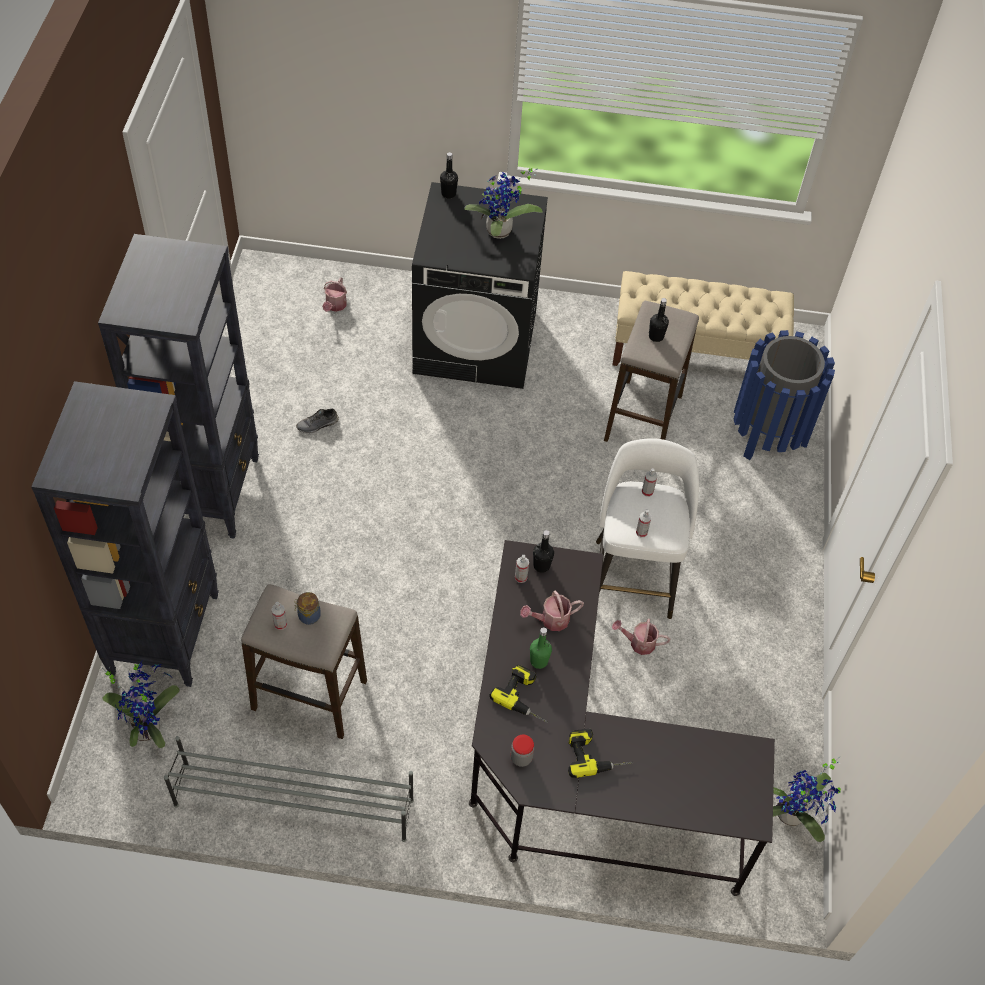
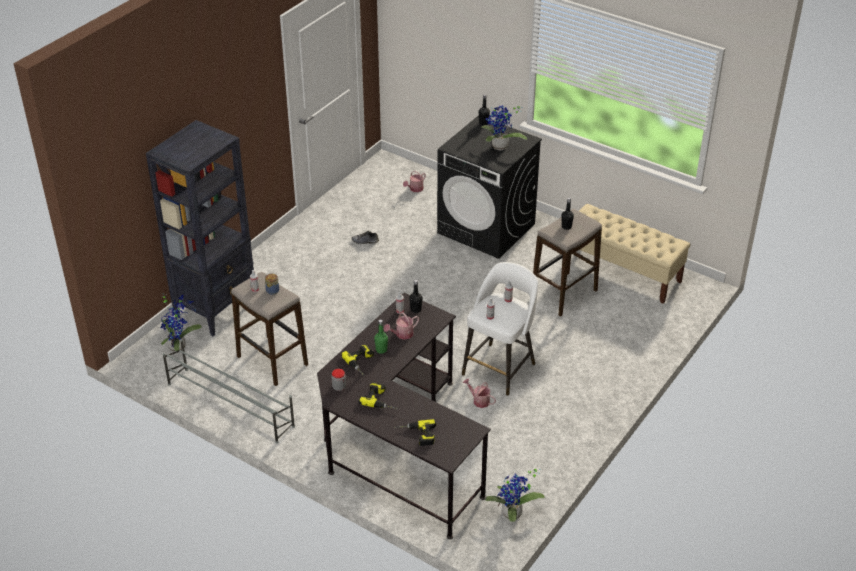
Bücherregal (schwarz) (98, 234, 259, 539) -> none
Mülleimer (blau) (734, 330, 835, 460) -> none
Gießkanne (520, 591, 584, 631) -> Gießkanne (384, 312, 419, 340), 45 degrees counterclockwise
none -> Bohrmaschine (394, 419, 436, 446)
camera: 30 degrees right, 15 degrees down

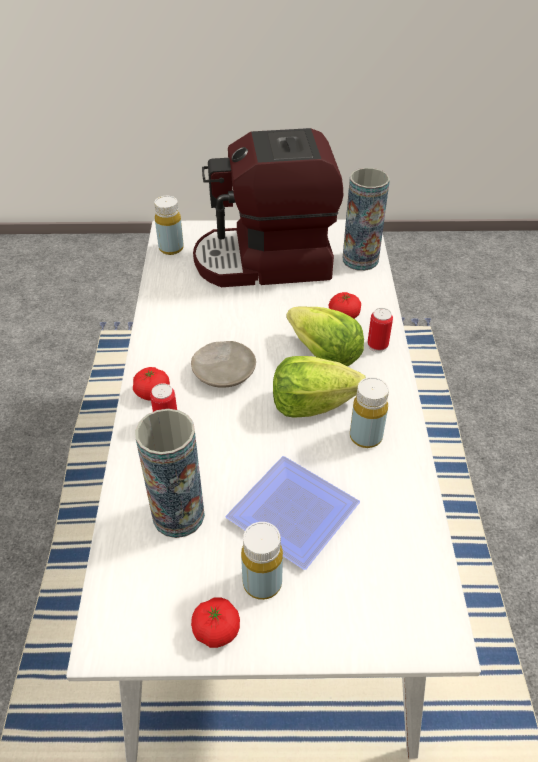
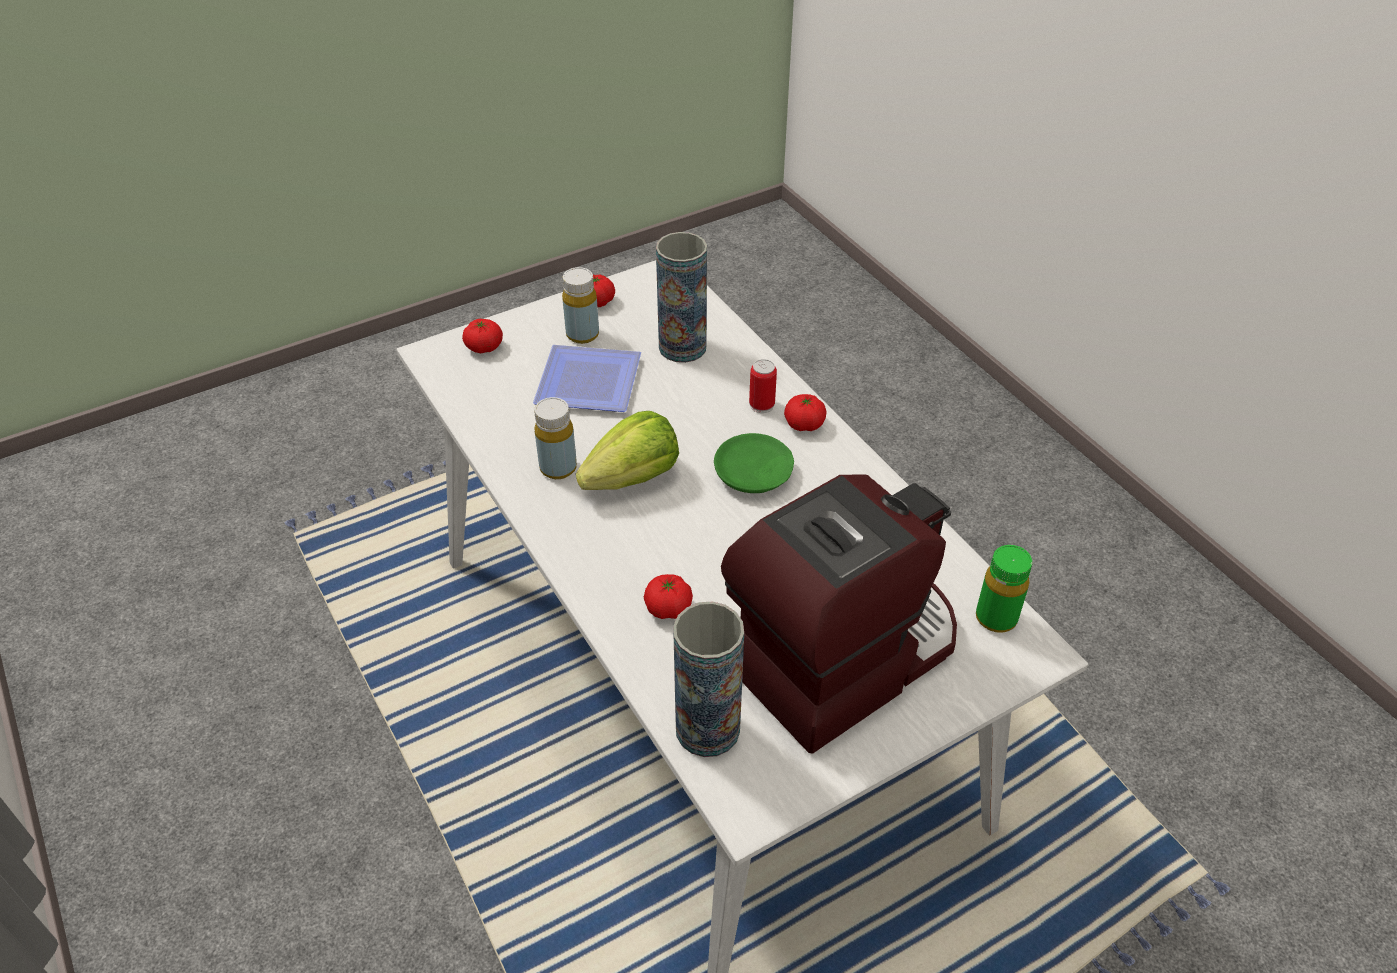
Flasche (gelb) (154, 196, 184, 255) -> Flasche (grün) (976, 545, 1032, 632)
Salatkopf (286, 307, 364, 366) -> none
Dose (367, 308, 393, 352) -> none
Teller (beige) (191, 341, 256, 388) -> Teller (grün) (714, 433, 794, 493)
none -> Tomate (462, 319, 503, 353)
camera: 150 degrees right, 0 degrees up

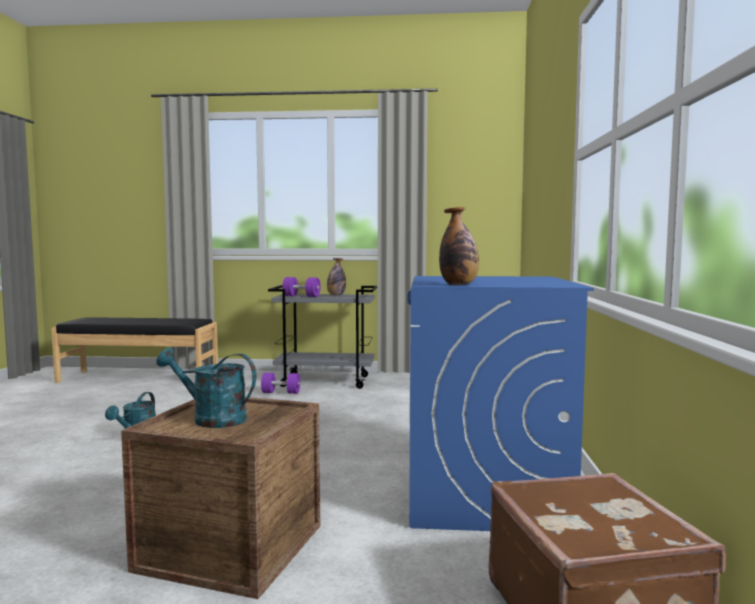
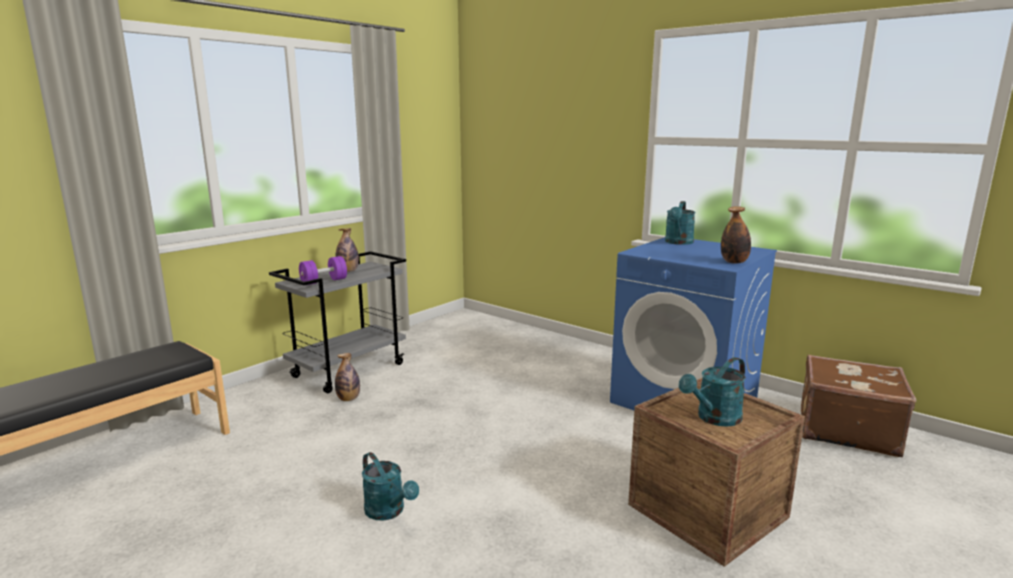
Hantel (lila) (261, 373, 300, 394) -> Flasche (335, 353, 360, 401)
none -> Gießkanne (türkis) (665, 201, 696, 245)
camera: 55 degrees left, 10 degrees up

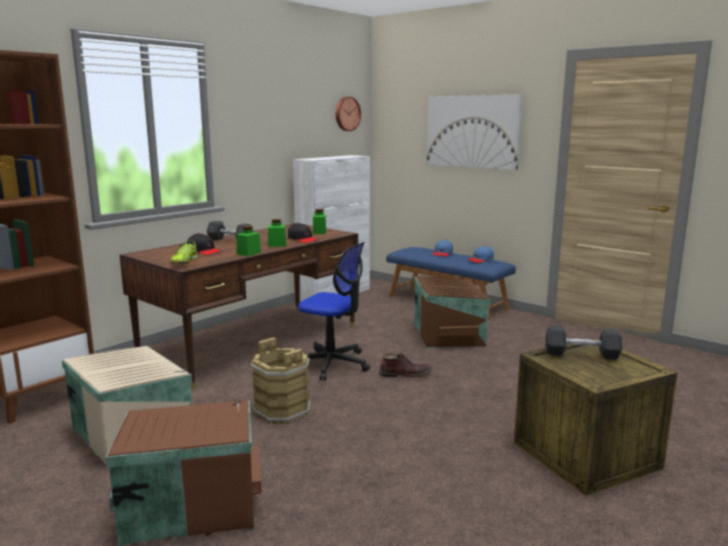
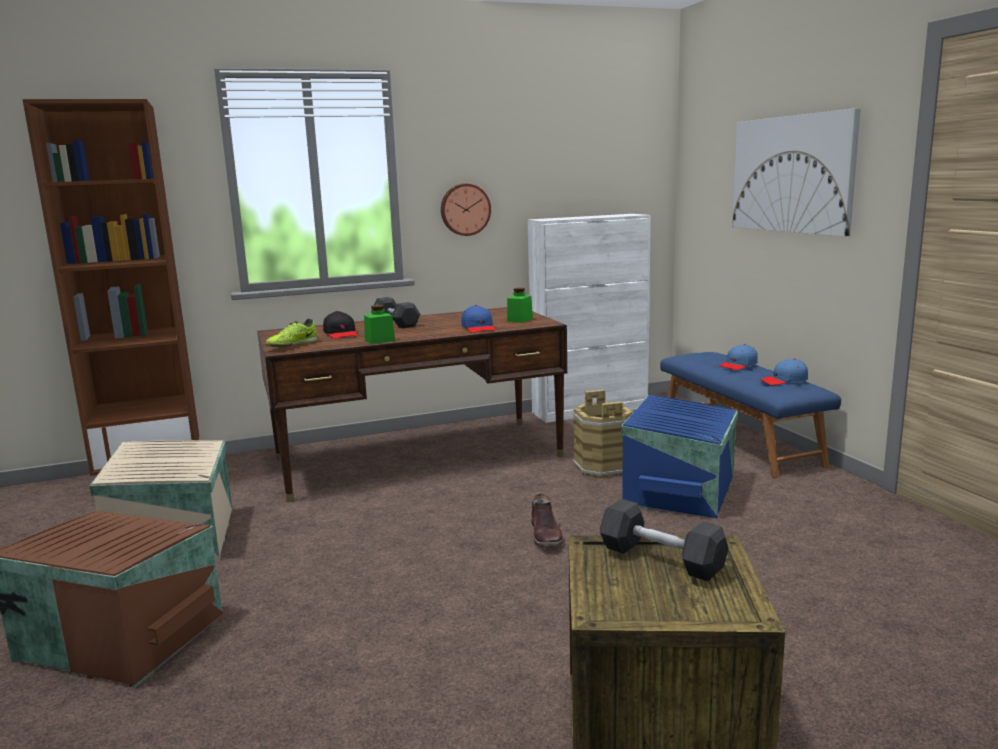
Wanduhr (336, 97, 361, 131) -> Wanduhr (441, 184, 491, 236), shifted
Vorratsglas (grün) (268, 219, 286, 247) -> none
Kappe (schwarz) (288, 223, 319, 243) -> Kappe (blau) (461, 305, 495, 333)
Bürostuhl (298, 242, 370, 381) -> none
Aufbewahrungsbox (braun) (414, 276, 490, 348) -> Aufbewahrungsbox (blau) (621, 395, 738, 518)
Eimer (braun) (251, 337, 311, 424) -> Eimer (braun) (573, 390, 633, 479), shifted
Stiefel (braun) (379, 352, 433, 377) -> Stiefel (braun) (531, 494, 563, 547), 60 degrees clockwise
camera: 30 degrees right, 0 degrees up

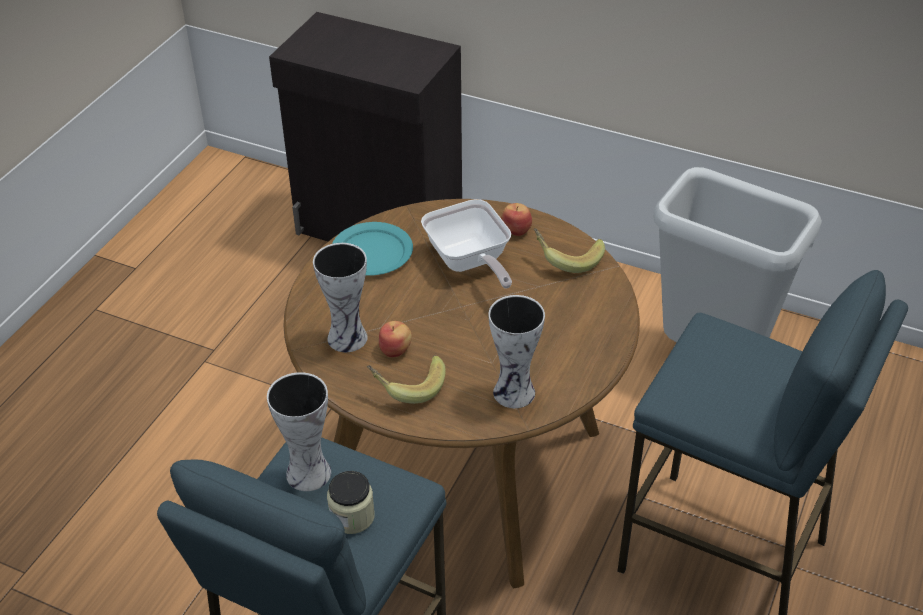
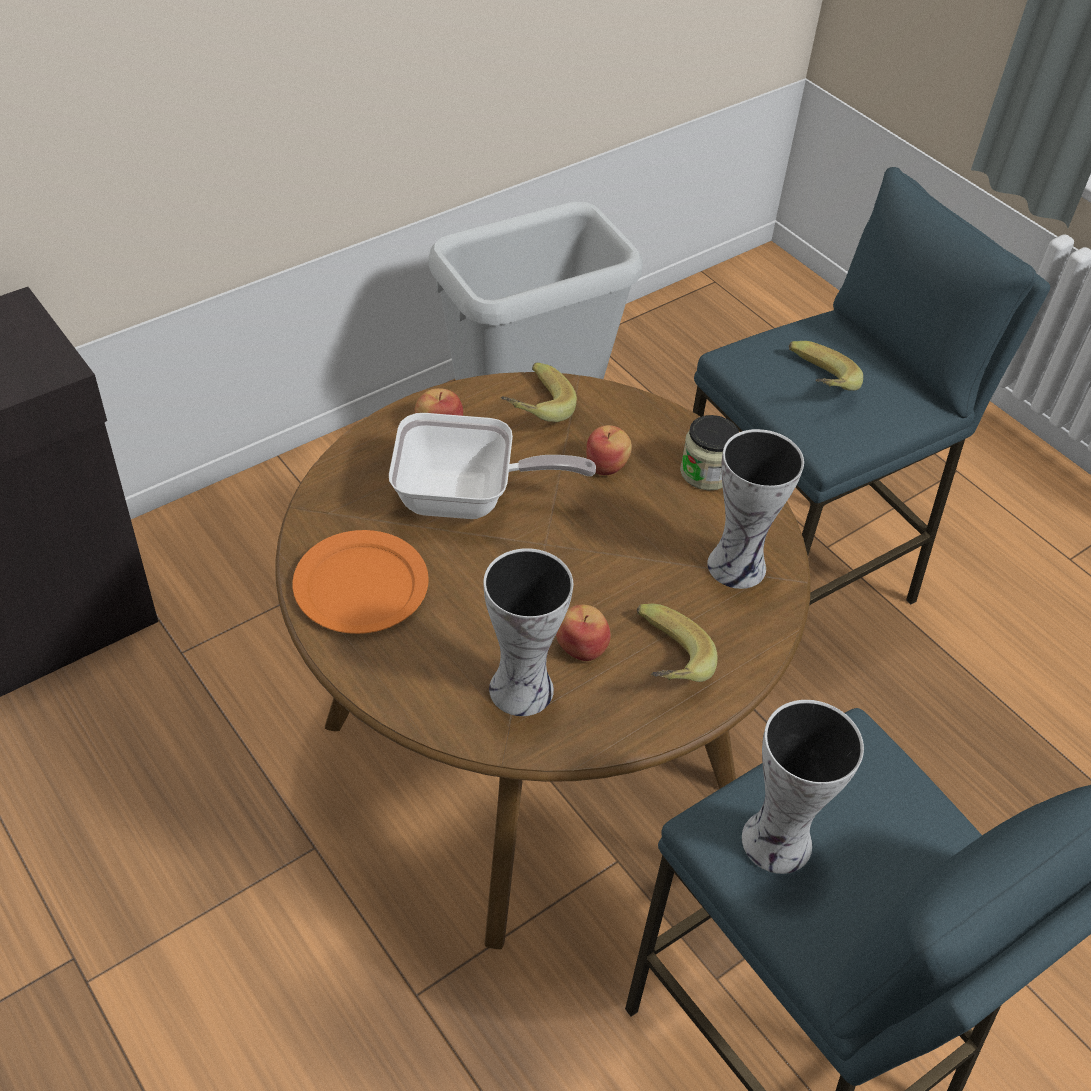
Teller (türkis) (332, 222, 413, 276) -> Teller (orange) (292, 530, 429, 634)
Vorratsglas (327, 471, 375, 534) -> Vorratsglas (680, 415, 739, 491), shifted
none -> Banane (789, 341, 863, 391)
none -> Apfel (586, 425, 632, 475)
camera: 65 degrees left, 5 degrees up

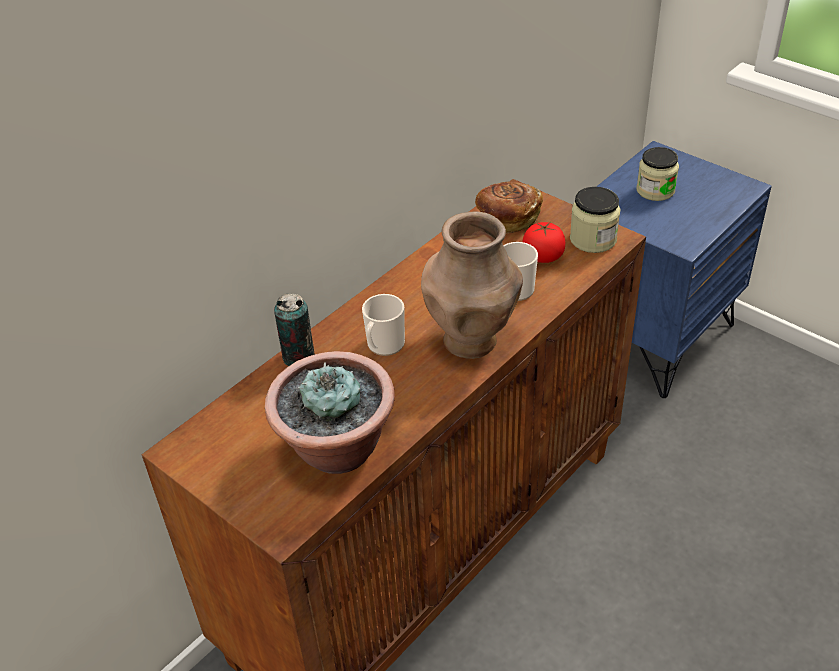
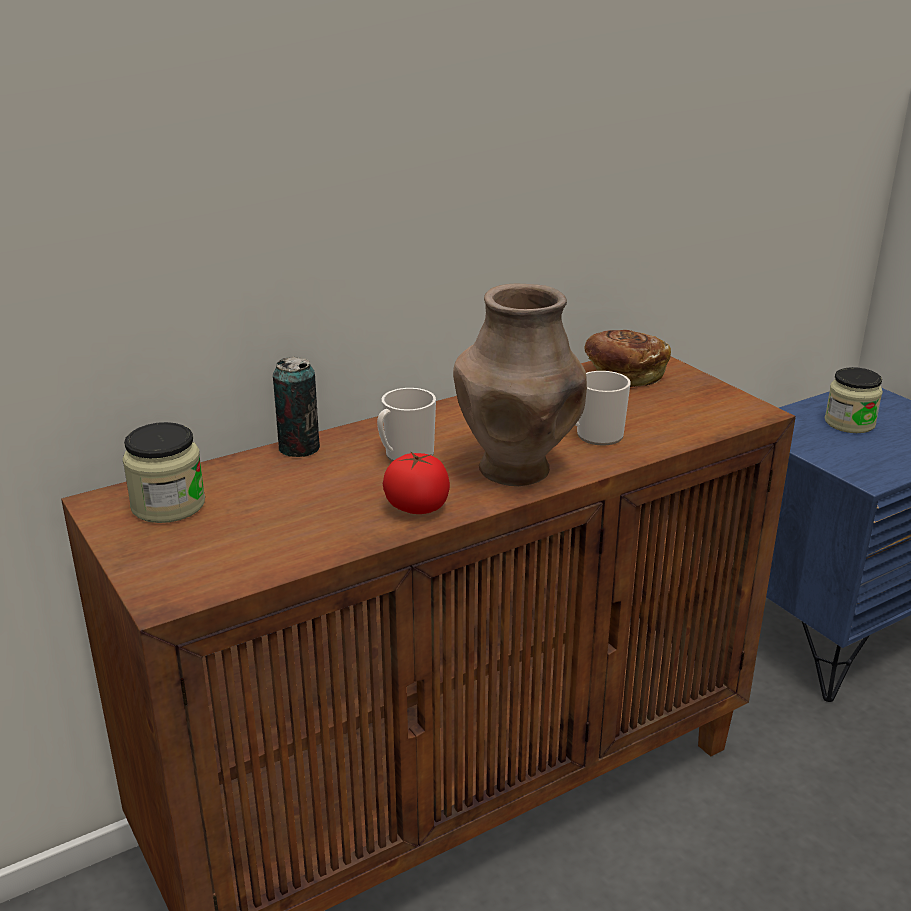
Vorratsglas (570, 187, 620, 253) -> Vorratsglas (122, 422, 205, 523), shifted
Tomate (523, 222, 565, 263) -> Tomate (383, 451, 450, 514), shifted
Topfpflanze (265, 351, 395, 474) -> none
camera: 15 degrees right, 15 degrees down

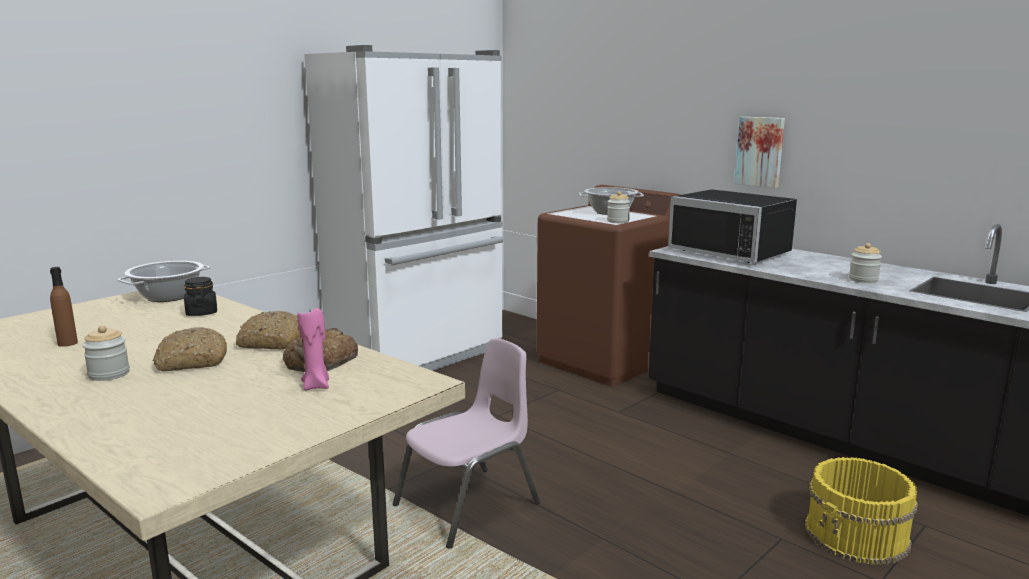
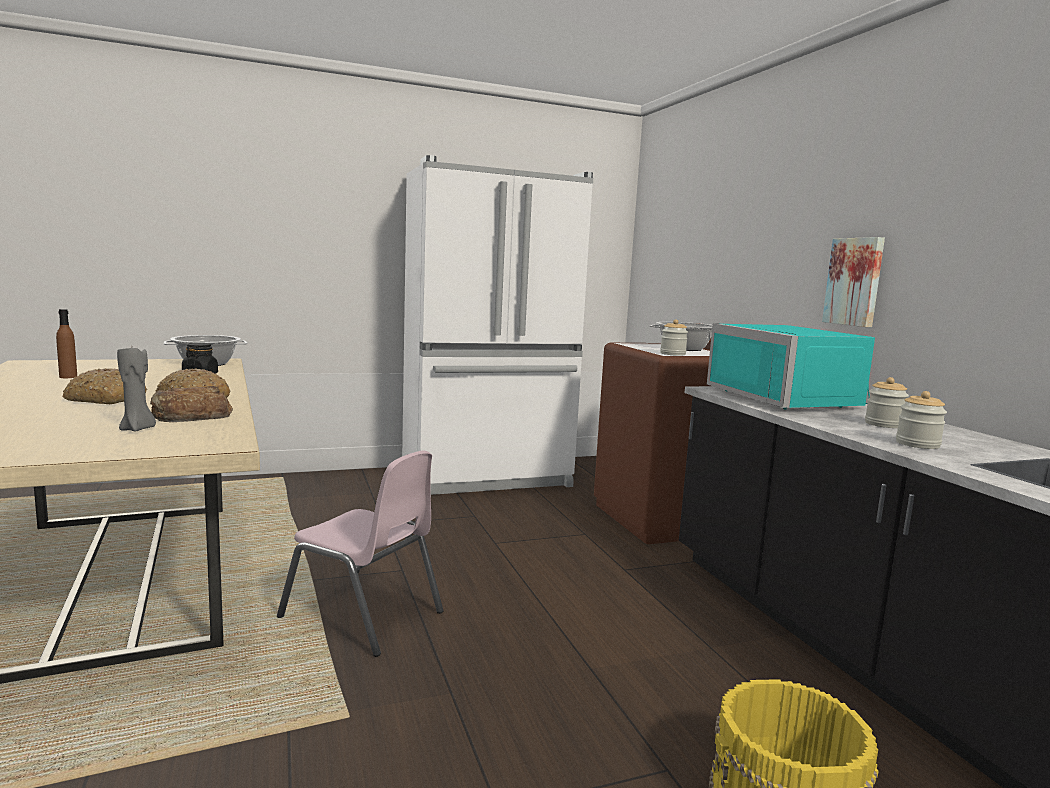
Mikrowelle (schwarz) (668, 189, 797, 263) -> Mikrowelle (türkis) (707, 323, 875, 409)
Kerze (rosa) (297, 308, 329, 390) -> Kerze (grau) (117, 348, 156, 432)
Vorratsglas (82, 325, 130, 381) -> Vorratsglas (865, 377, 909, 428), shifted
Stuhl (rosa) (393, 338, 540, 549) -> Stuhl (rosa) (277, 451, 444, 657), 45 degrees clockwise
camera: 25 degrees right, 5 degrees down

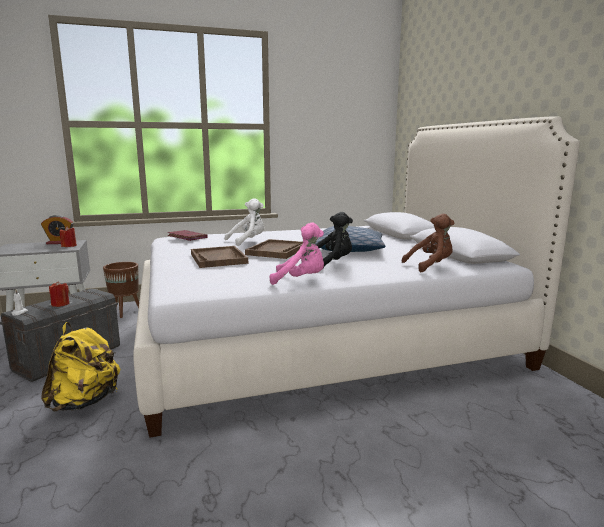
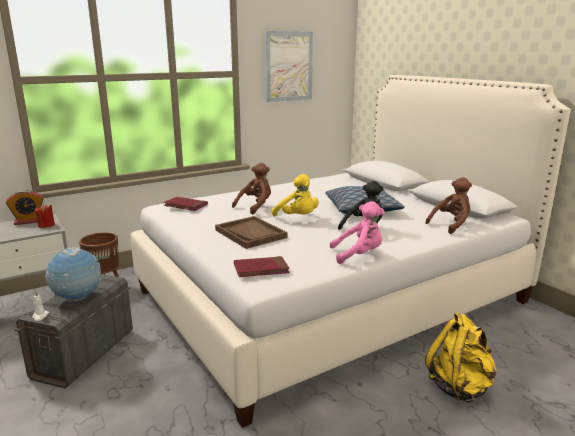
Plüschtier (weiß) (224, 198, 264, 246) -> Plüschtier (braun) (232, 163, 271, 215)
Tablett (braun) (245, 239, 303, 259) -> Plüschtier (gelb) (272, 174, 319, 217)
Kerze (rot) (49, 281, 69, 307) -> Globus (45, 247, 101, 301)
Rucksack (gelb) (41, 322, 120, 412) -> Rucksack (gelb) (425, 312, 497, 403), shifted
none -> Bild (265, 31, 313, 102)
none -> Buch (rot) (234, 256, 290, 277)
camera: 15 degrees left, 5 degrees up

